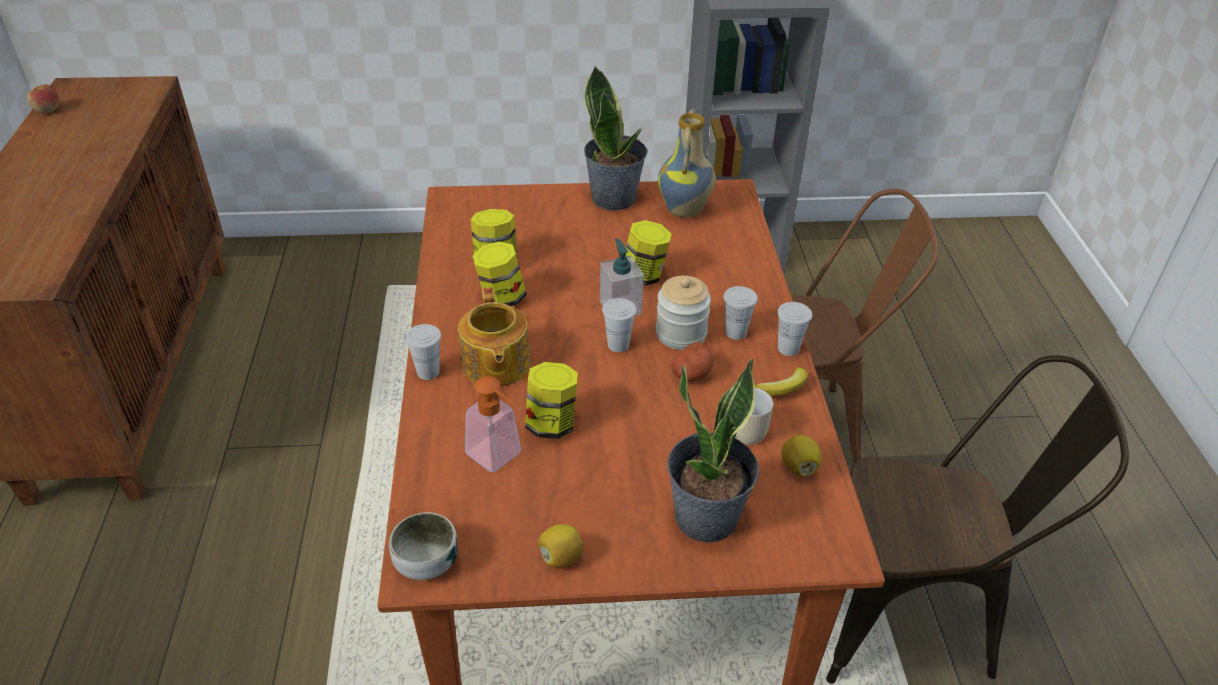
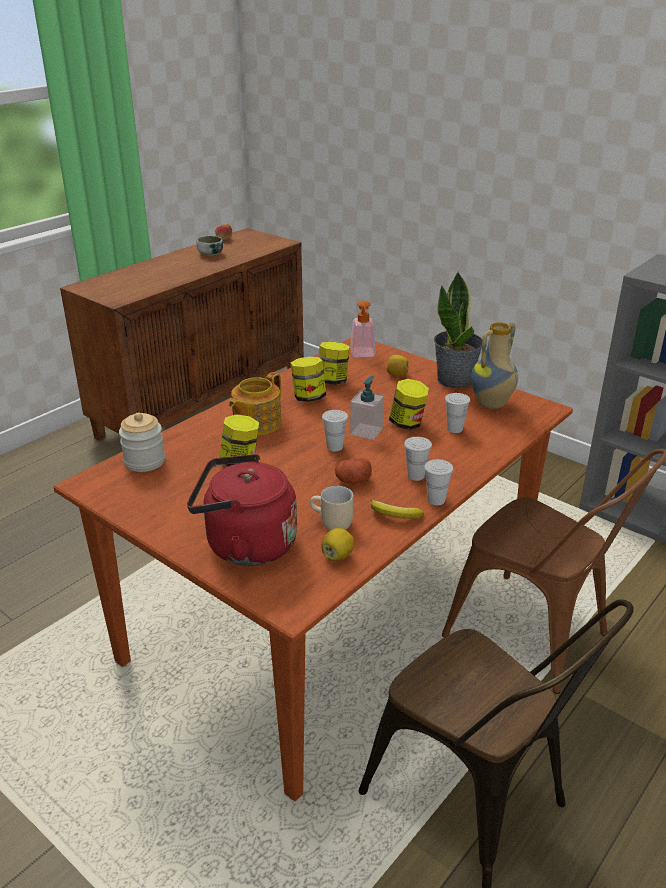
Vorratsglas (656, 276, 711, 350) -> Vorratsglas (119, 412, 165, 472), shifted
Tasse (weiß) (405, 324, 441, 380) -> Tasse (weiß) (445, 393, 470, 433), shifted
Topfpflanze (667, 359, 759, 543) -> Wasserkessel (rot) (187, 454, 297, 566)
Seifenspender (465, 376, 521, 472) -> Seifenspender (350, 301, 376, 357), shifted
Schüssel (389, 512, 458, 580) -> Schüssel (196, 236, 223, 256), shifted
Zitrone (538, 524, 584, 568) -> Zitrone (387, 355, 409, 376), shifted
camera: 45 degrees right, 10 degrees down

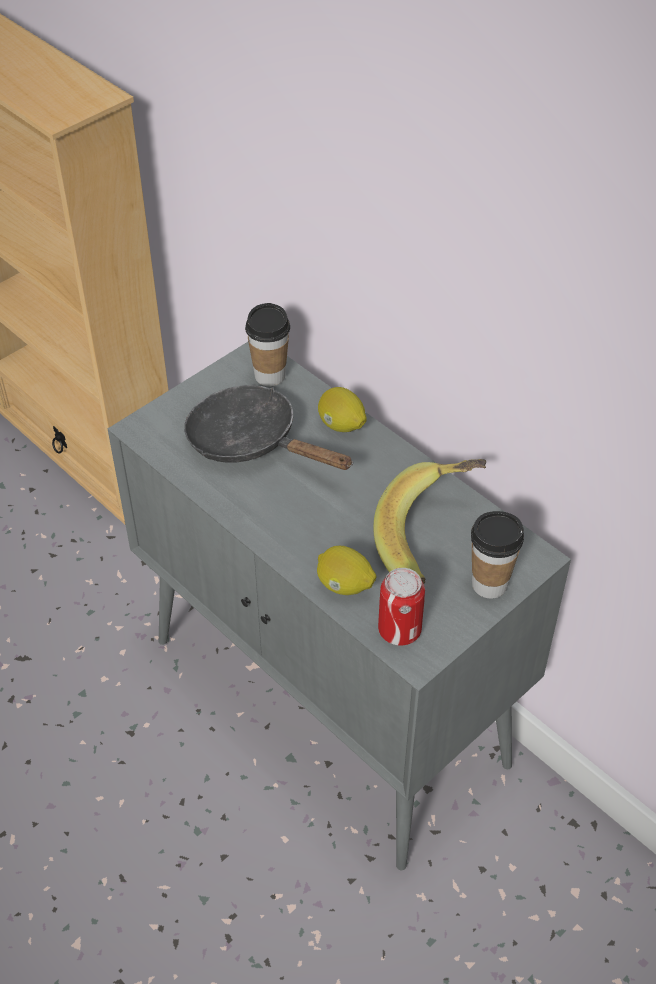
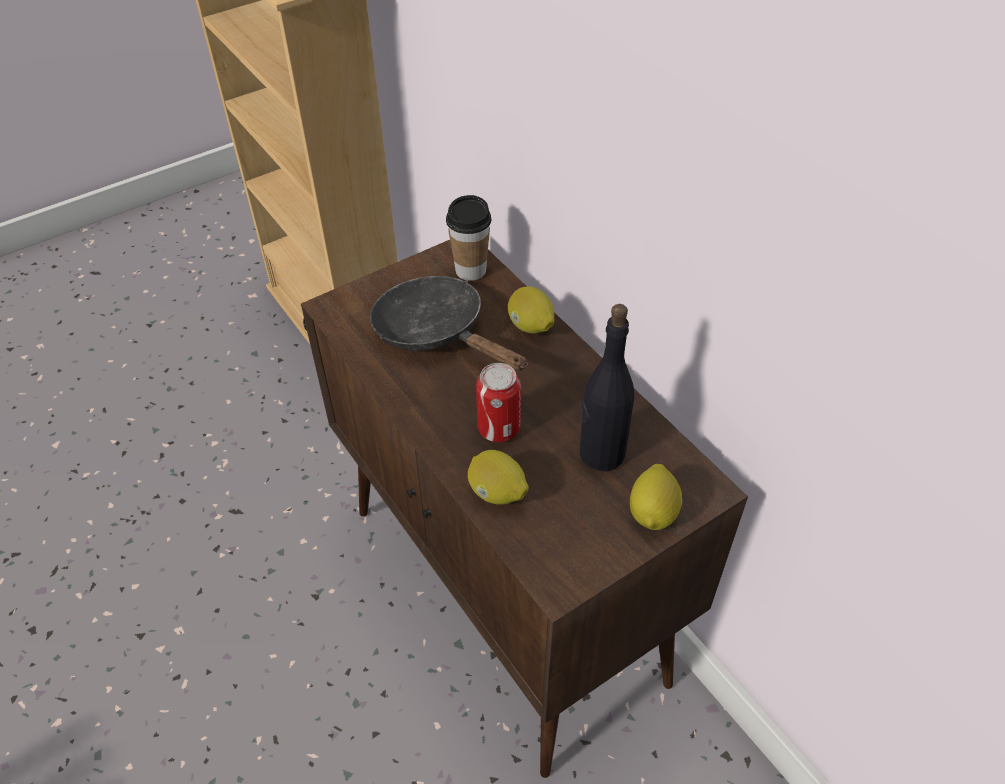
Schrank (grau) (108, 342, 571, 870) -> Schrank (braun) (301, 240, 748, 778)
Banane (374, 459, 487, 584) -> Flasche (schwarz) (580, 304, 634, 471)
Tasse (471, 511, 524, 599) -> Zitrone (630, 464, 682, 530)
Dose (378, 568, 425, 645) -> Dose (476, 363, 521, 442), shifted
camera: 10 degrees right, 0 degrees up

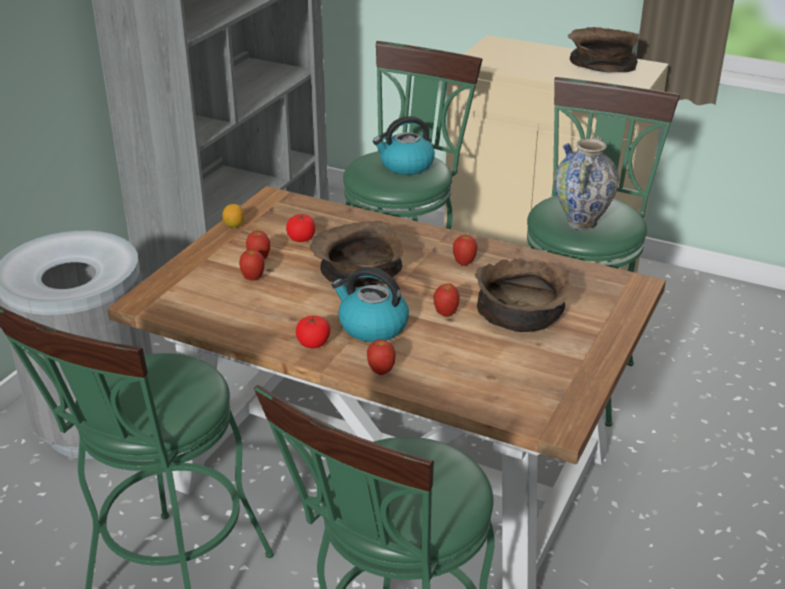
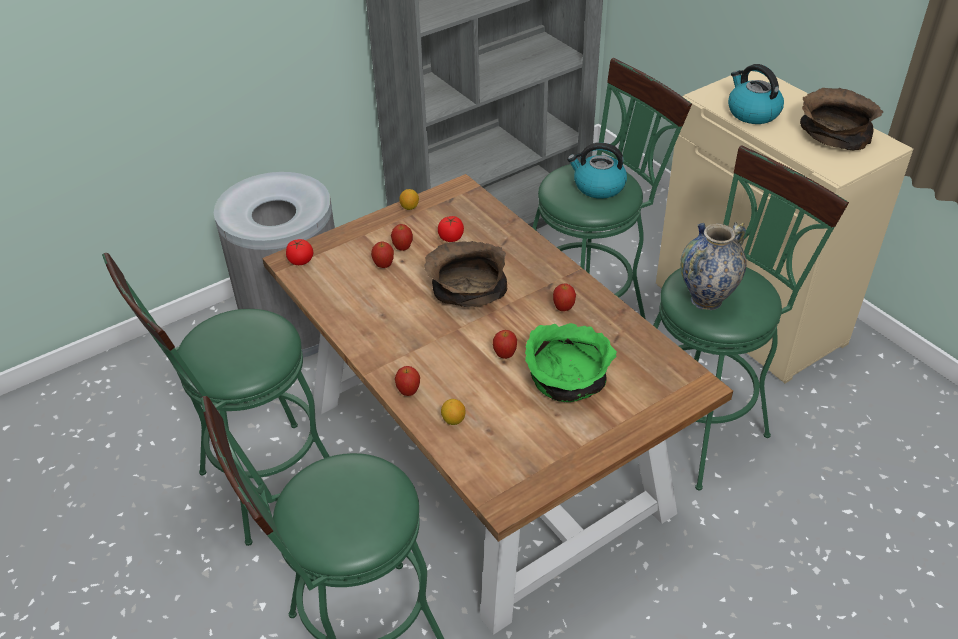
Schüssel (braun) (475, 258, 571, 332) -> Schüssel (grün) (525, 323, 617, 402)
Wasserkessel (332, 267, 409, 342) -> Wasserkessel (728, 64, 784, 124), shifted
Tomate (296, 315, 330, 348) -> Tomate (286, 239, 313, 265), shifted
none -> Zitrone (441, 399, 466, 425)
camera: 30 degrees right, 10 degrees up

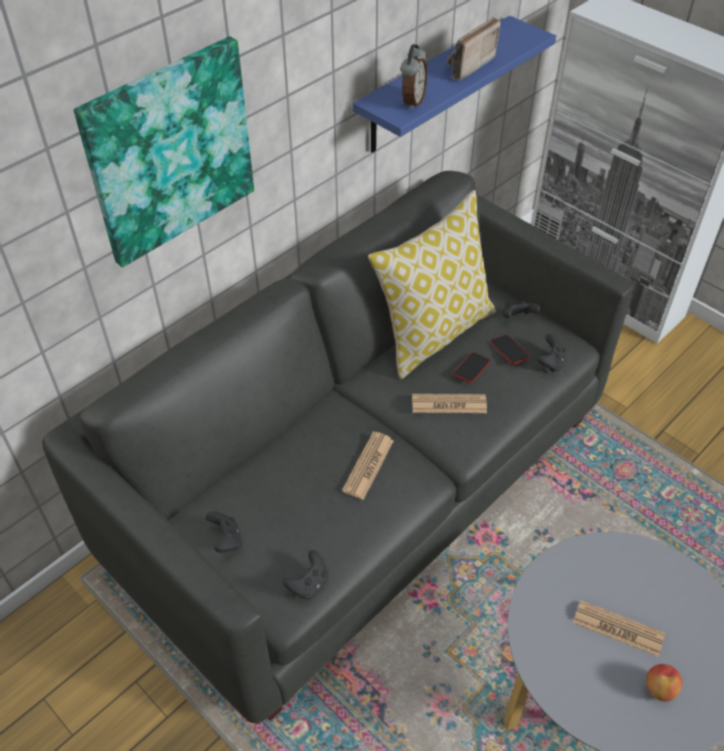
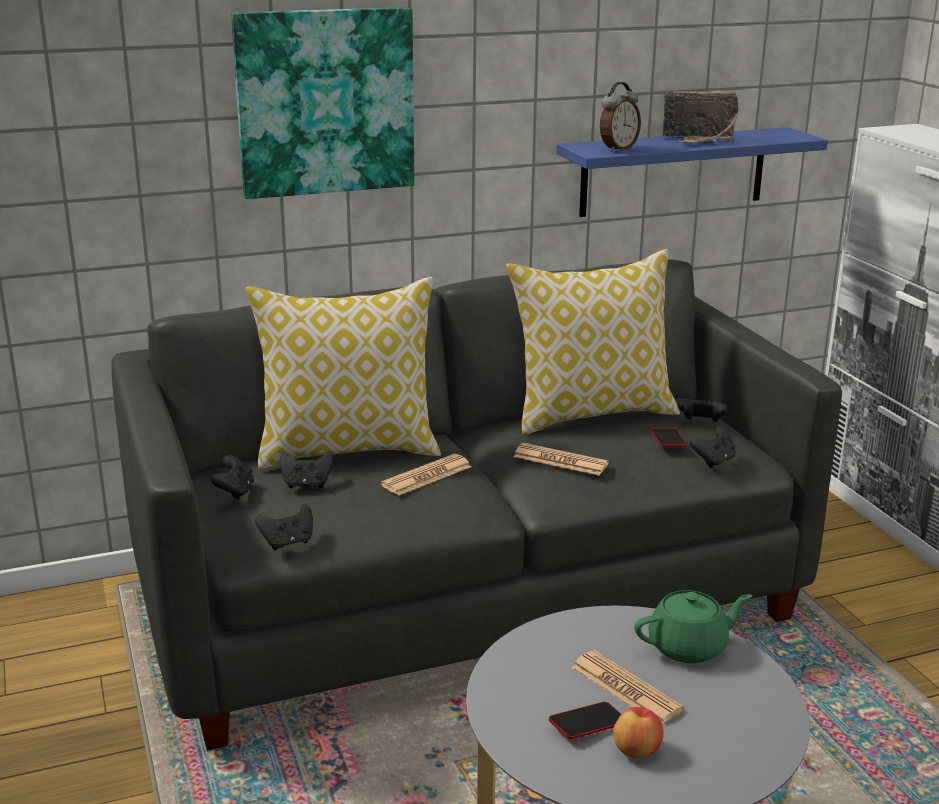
Radio (446, 17, 501, 81) -> Radio (661, 91, 739, 144), 150 degrees counterclockwise
Handy (453, 352, 490, 383) -> Handy (549, 702, 621, 739), shifted
none -> Kissen (246, 277, 441, 470)
none -> Gamepad (schwarz) (280, 453, 334, 488)
none -> Teekanne (grün) (634, 590, 752, 663)
camera: 25 degrees right, 25 degrees down

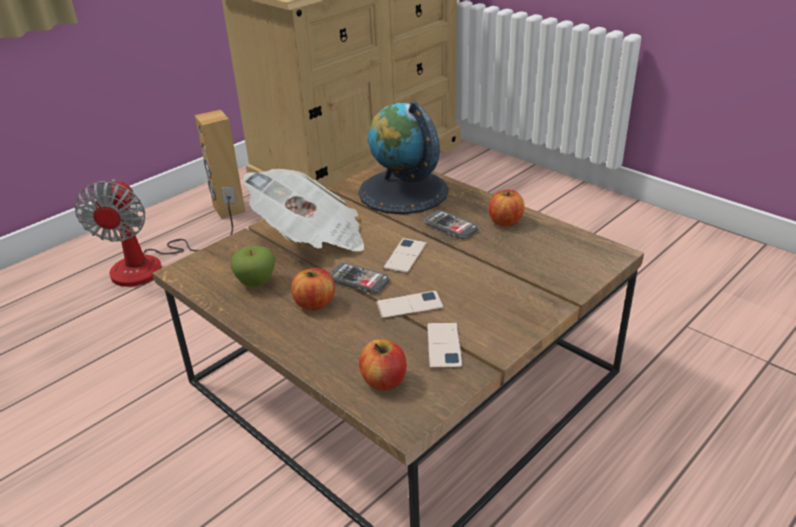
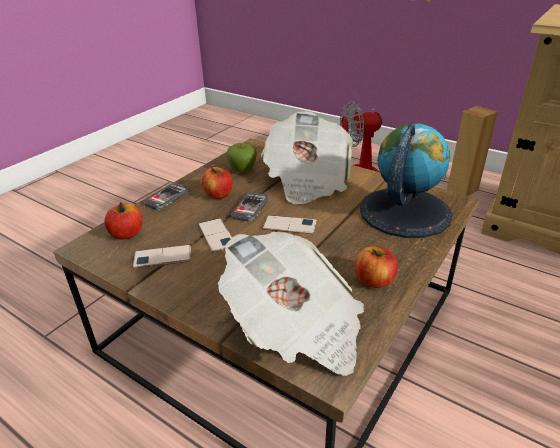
Handy (424, 210, 478, 239) -> Handy (144, 183, 189, 210), shifted
none -> Zeitung (218, 232, 364, 376)
camera: 80 degrees right, 0 degrees up

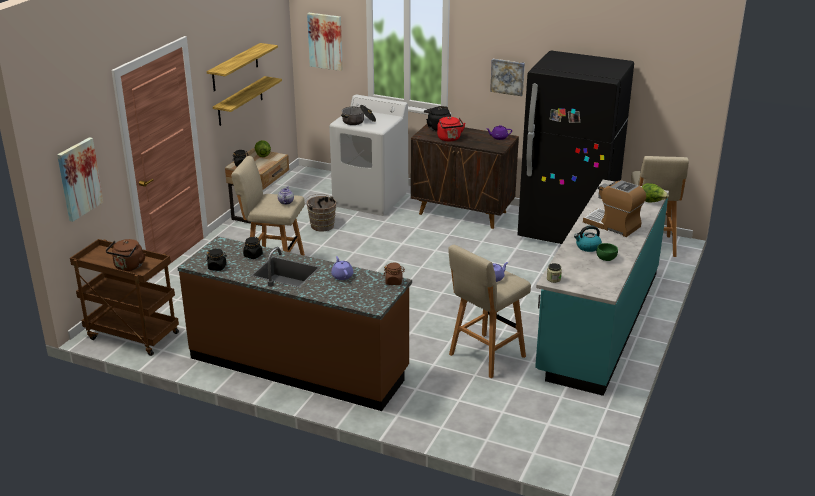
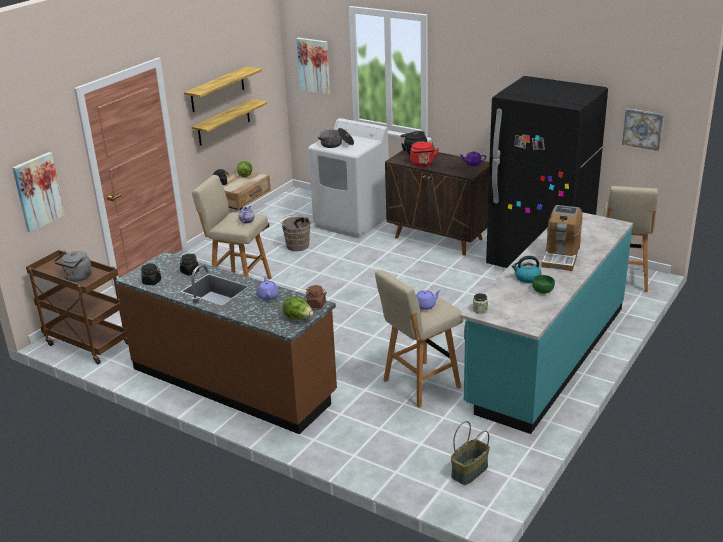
Bild (490, 59, 525, 96) -> Bild (622, 108, 664, 151), shifted
Kaffeemaschine (583, 180, 646, 237) -> Kaffeemaschine (541, 205, 582, 271), 120 degrees counterclockwise
Salatkopf (642, 183, 669, 202) -> Salatkopf (282, 296, 313, 320), shifted
Wasserkessel (braun) (106, 239, 146, 271) -> Wasserkessel (grau) (54, 251, 92, 282)
none -> Korb (451, 421, 490, 485)
camera: 10 degrees right, 0 degrees up

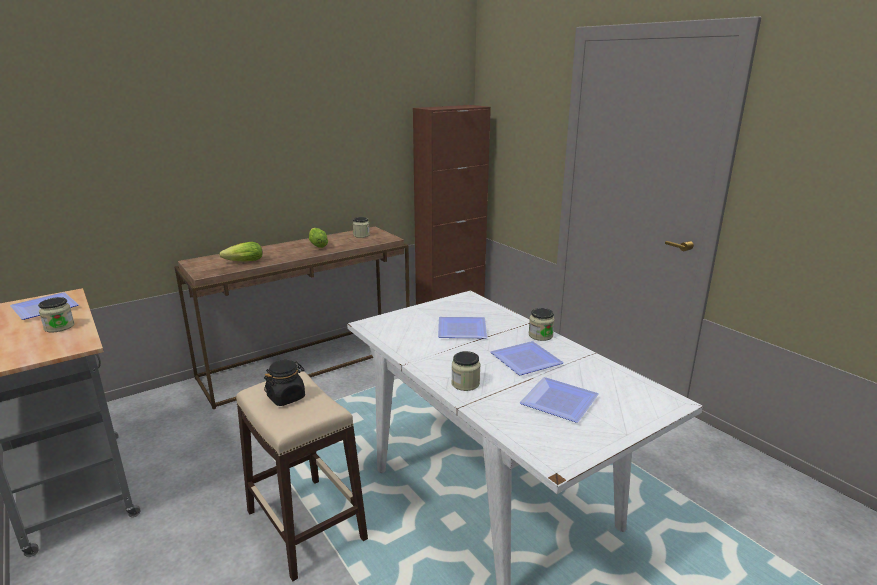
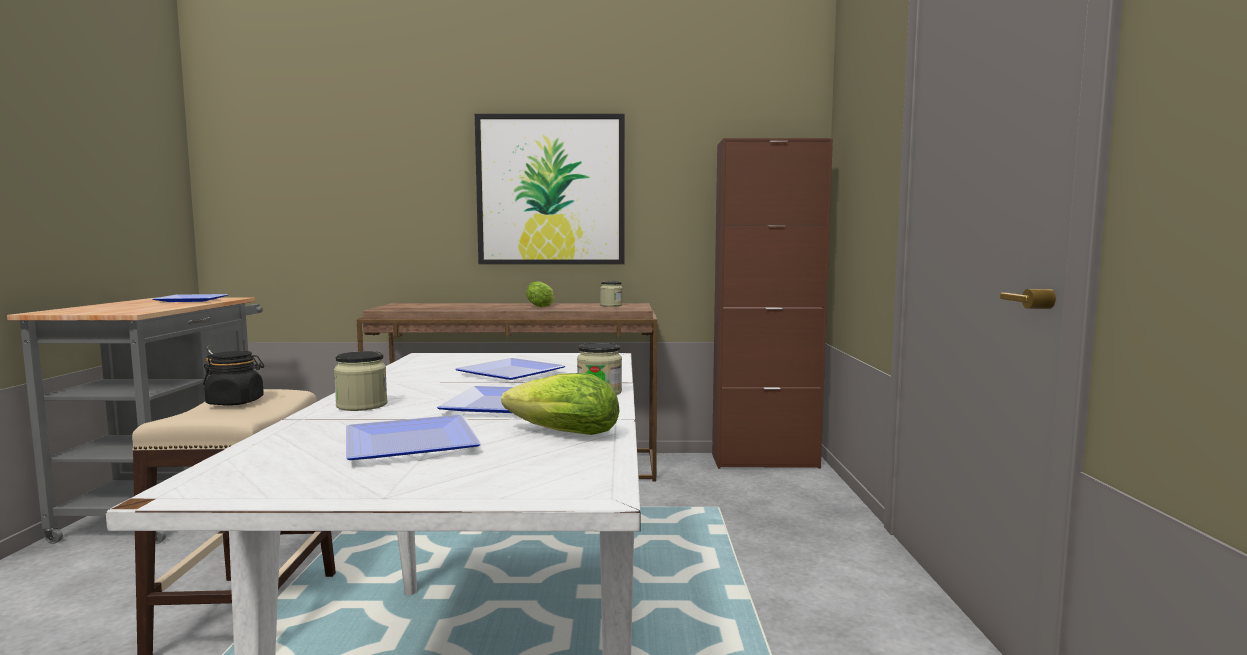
Salatkopf (219, 242, 263, 261) -> Salatkopf (501, 373, 620, 435), shifted
Vorratsglas (38, 297, 74, 333) -> none
none -> Bild (475, 114, 625, 264)
camera: 35 degrees right, 15 degrees down

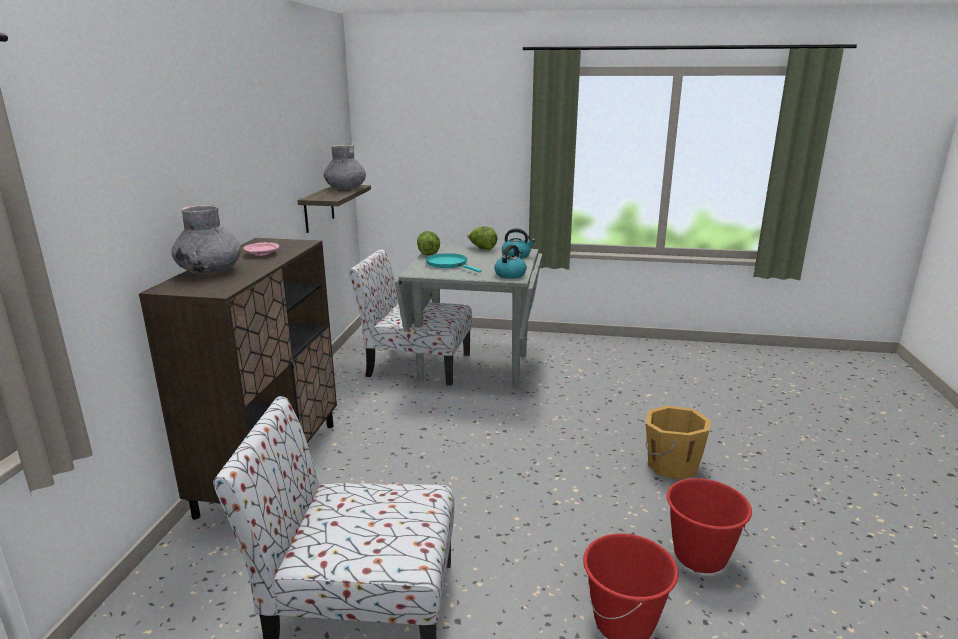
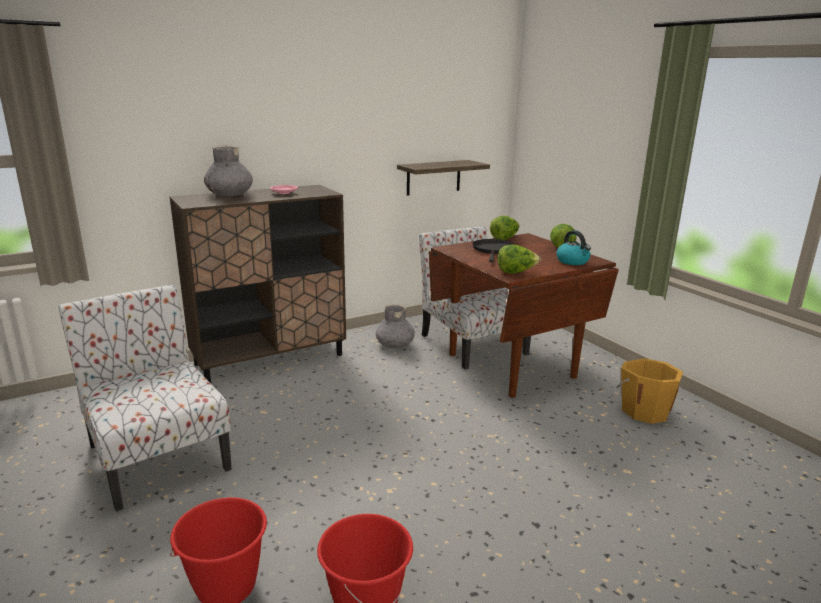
Vase (grau) (324, 144, 366, 189) -> Vase (grau) (376, 304, 415, 348), shifted
Esstisch (grau) (395, 245, 542, 388) -> Esstisch (braun) (429, 233, 619, 398)
Wasserkessel (494, 245, 527, 279) -> Salatkopf (498, 244, 541, 274)
Pfanne (türkis) (426, 253, 482, 272) -> Pfanne (schwarz) (472, 239, 514, 262)
Eimer (orange) (645, 406, 711, 480) -> Eimer (orange) (617, 358, 683, 424), shifted
camera: 50 degrees right, 0 degrees up

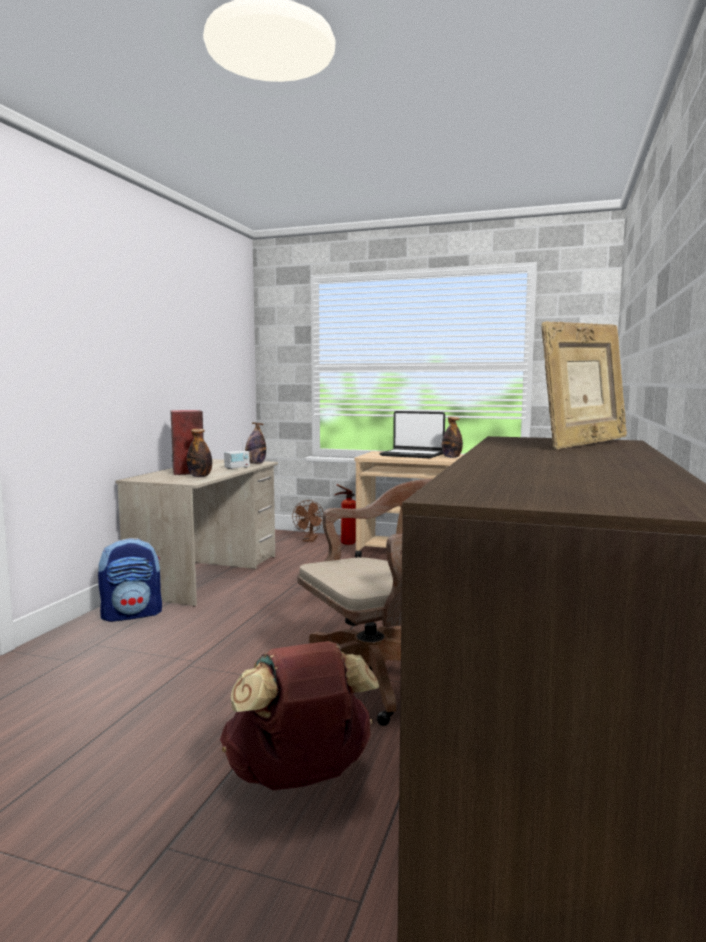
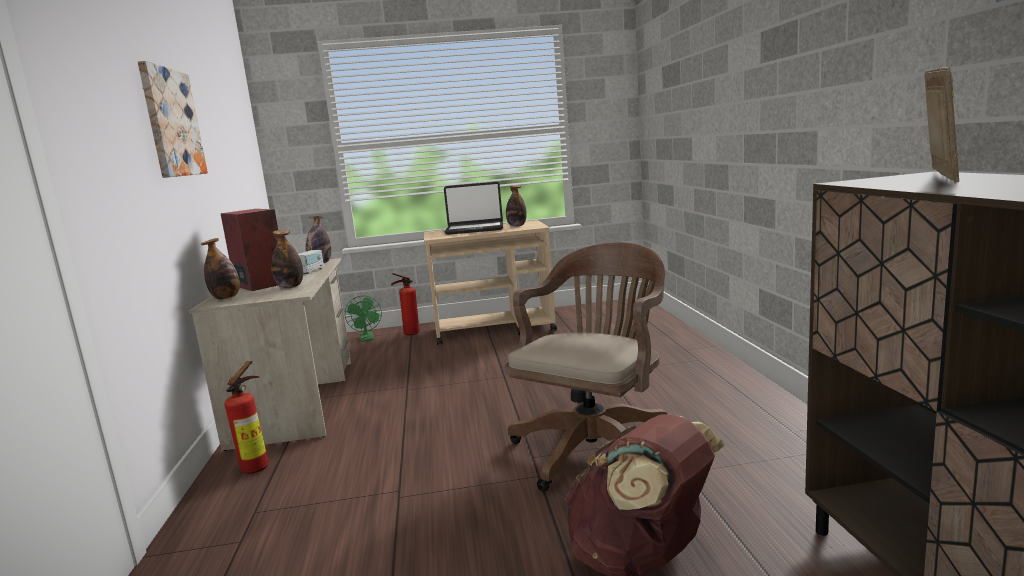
Ventilator (braun) (292, 500, 324, 542) -> Ventilator (grün) (345, 296, 382, 342)
Rucksack (98, 538, 162, 622) -> Feuerlöscher (224, 361, 269, 474)
none -> Bild (138, 61, 208, 178)
none -> Flasche (201, 238, 240, 299)
camera: 25 degrees left, 5 degrees up

